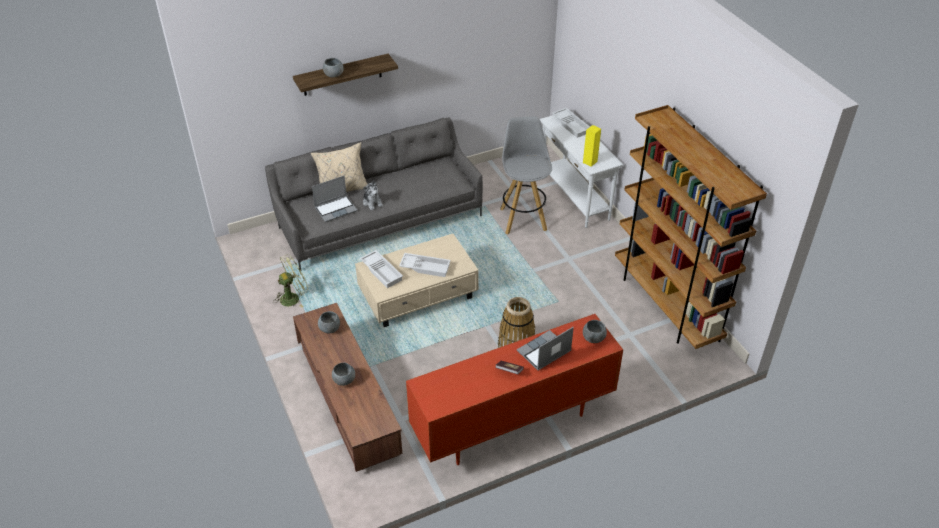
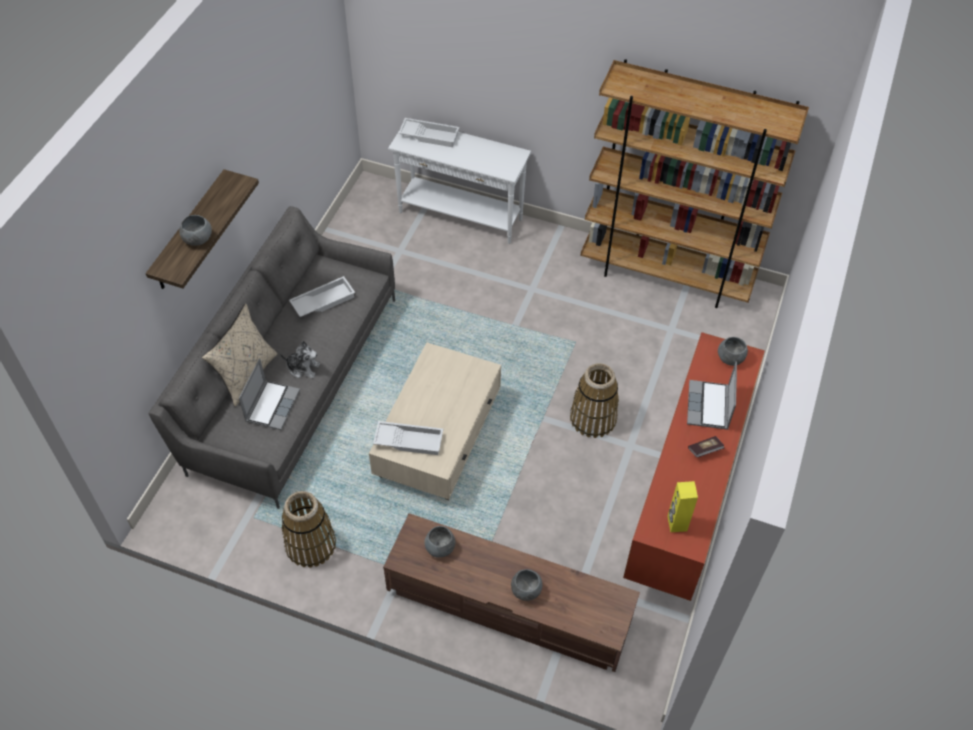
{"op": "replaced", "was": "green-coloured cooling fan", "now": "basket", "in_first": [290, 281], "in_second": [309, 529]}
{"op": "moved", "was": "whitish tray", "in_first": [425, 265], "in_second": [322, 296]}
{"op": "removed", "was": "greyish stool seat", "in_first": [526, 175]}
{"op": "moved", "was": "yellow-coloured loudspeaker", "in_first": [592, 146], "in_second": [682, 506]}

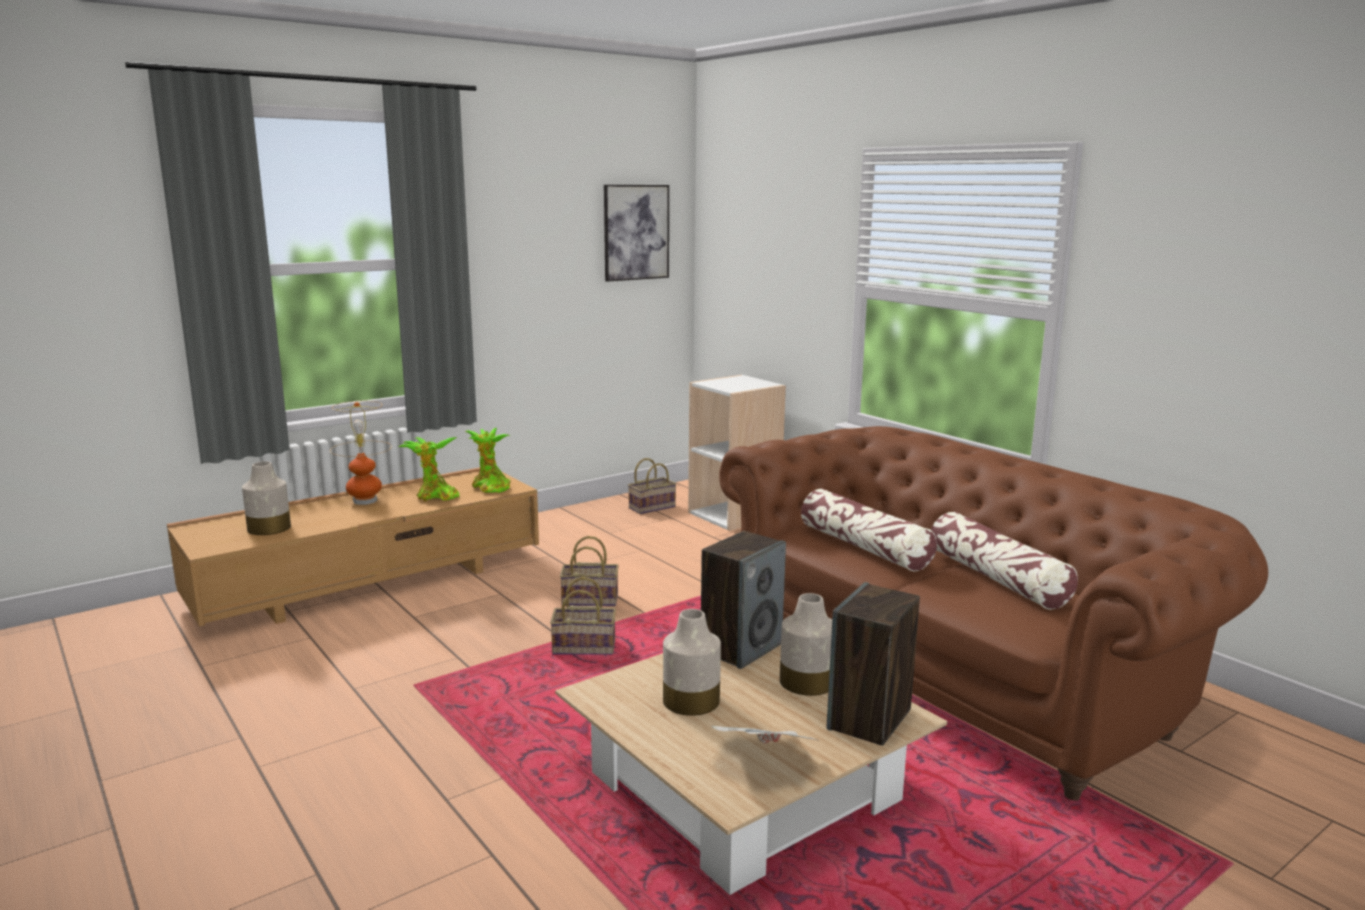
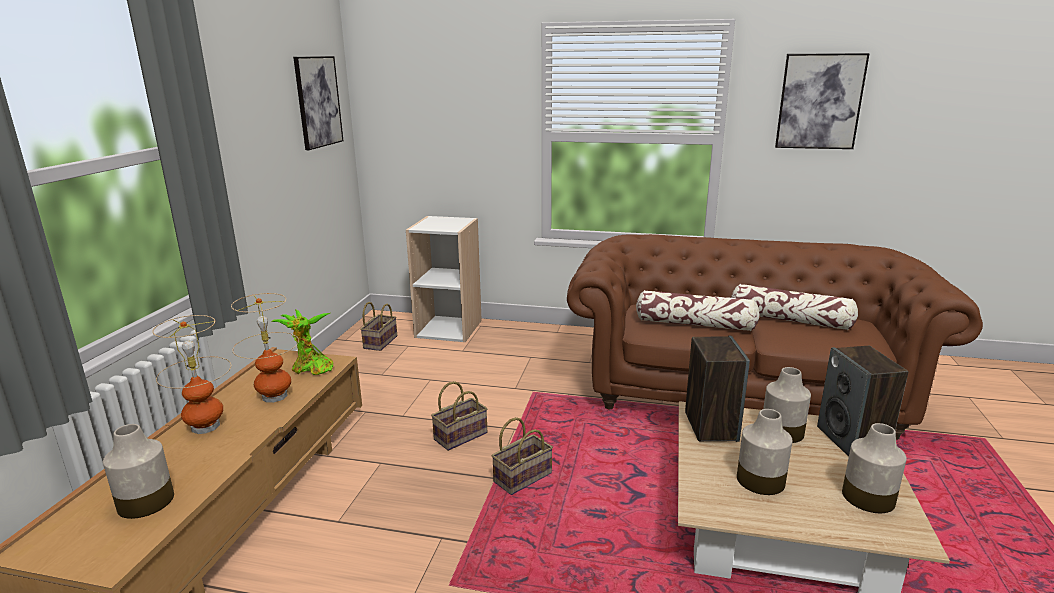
{"op": "replaced", "was": "potted plant", "now": "table lamp", "in_first": [428, 469], "in_second": [265, 348]}
{"op": "replaced", "was": "printed paper", "now": "sand-coloured decorative vase", "in_first": [765, 735], "in_second": [874, 468]}
{"op": "added", "now": "picture", "in_second": [822, 101]}

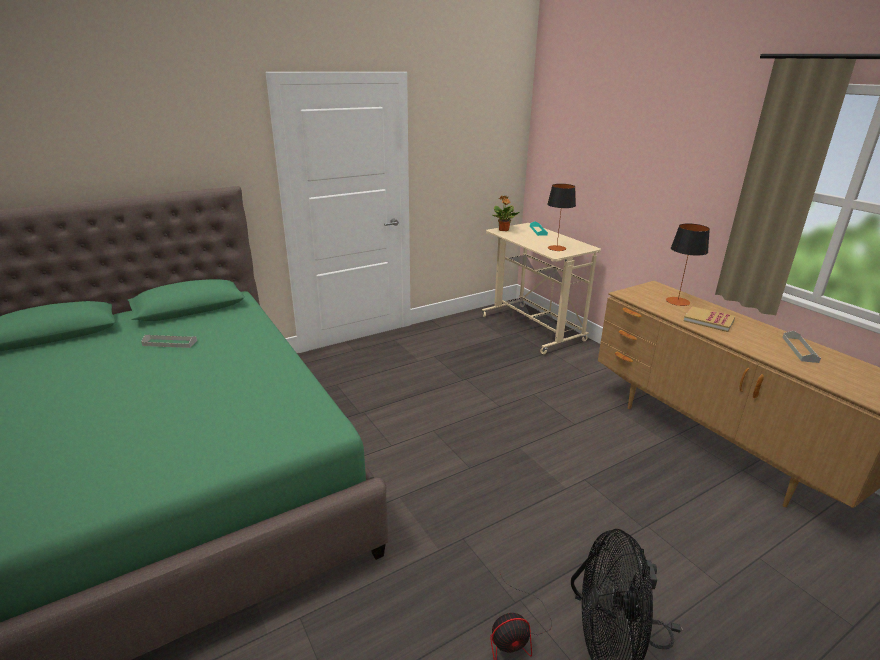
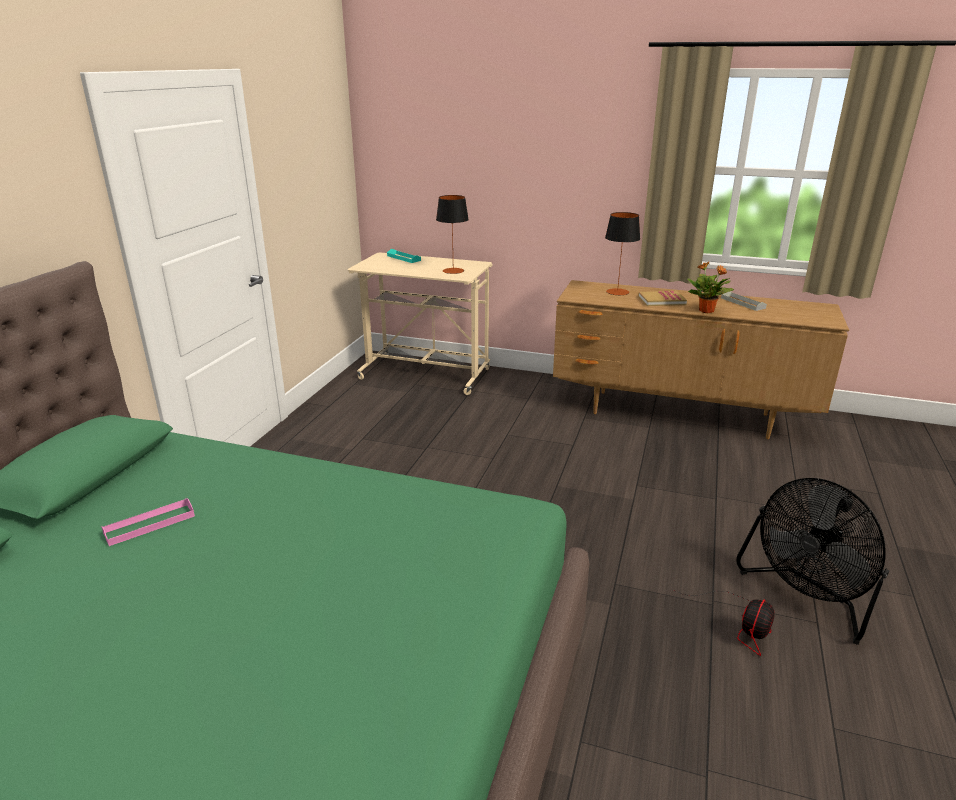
{"op": "recoloured", "was": "greyish tray", "now": "pink-coloured tray", "in_first": [169, 341], "in_second": [148, 522]}
{"op": "moved", "was": "potted plant", "in_first": [505, 213], "in_second": [711, 287]}

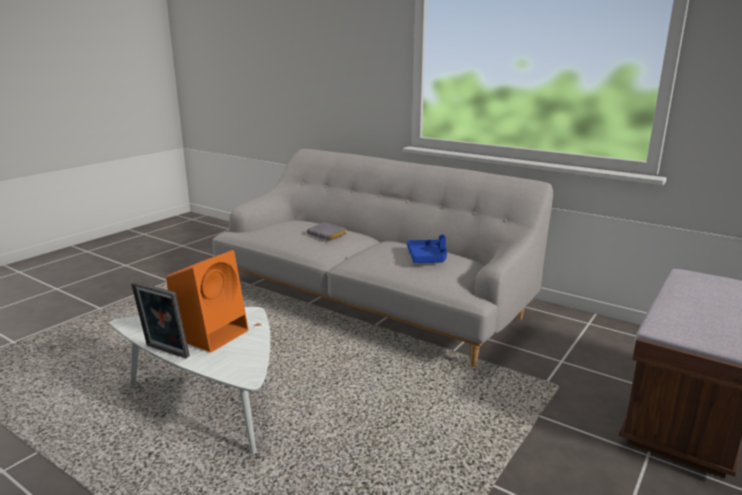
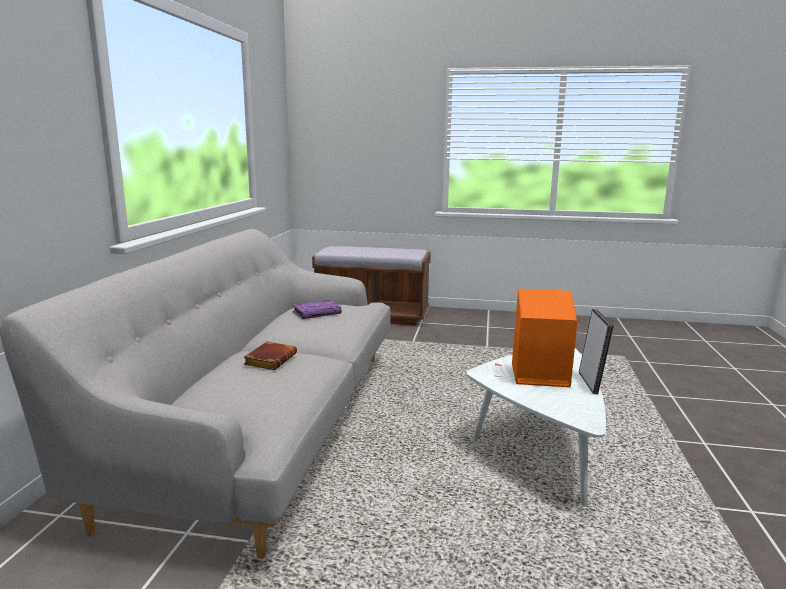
{"op": "recoloured", "was": "greyish volume", "now": "brownish volume", "in_first": [327, 231], "in_second": [270, 355]}
{"op": "replaced", "was": "blue tray", "now": "purplish volume", "in_first": [427, 249], "in_second": [317, 309]}

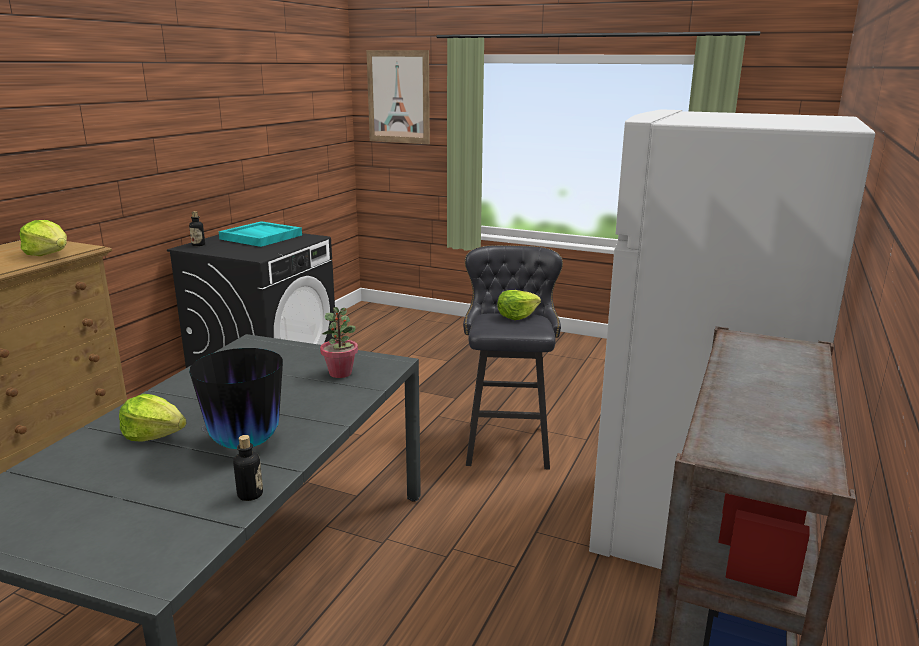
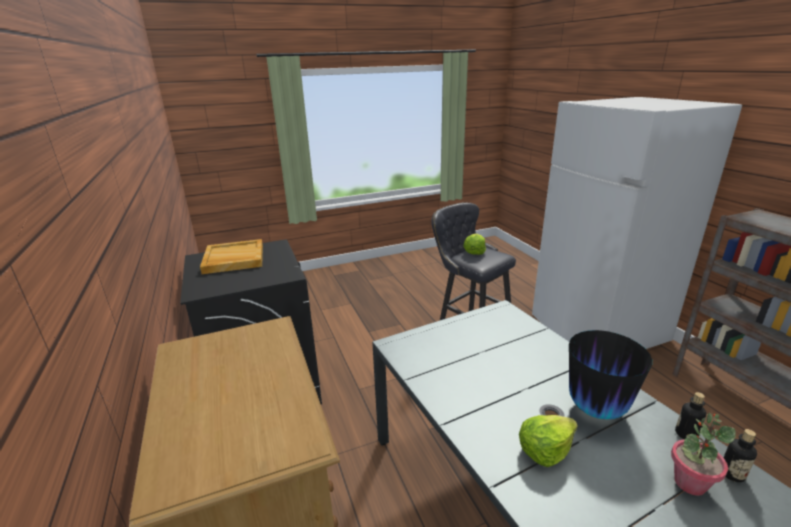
{"op": "removed", "was": "head of lettuce", "in_first": [43, 238]}
{"op": "moved", "was": "bottle", "in_first": [197, 228], "in_second": [740, 455]}
{"op": "recoloured", "was": "turquoise-coloured tray", "now": "sand-coloured tray", "in_first": [260, 234], "in_second": [231, 256]}
{"op": "moved", "was": "potted plant", "in_first": [339, 342], "in_second": [703, 454]}
{"op": "removed", "was": "picture", "in_first": [398, 97]}

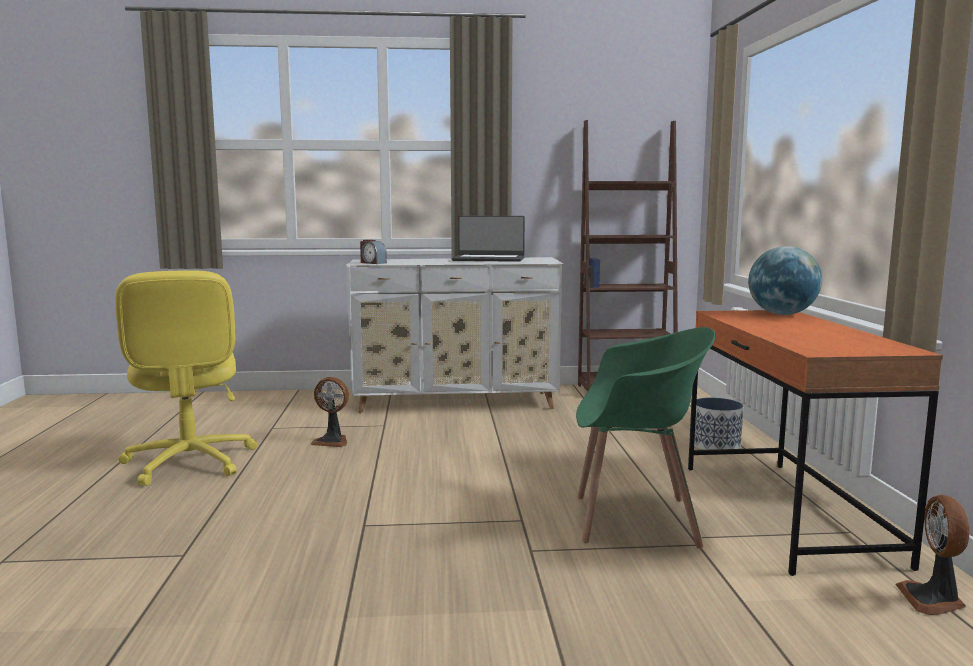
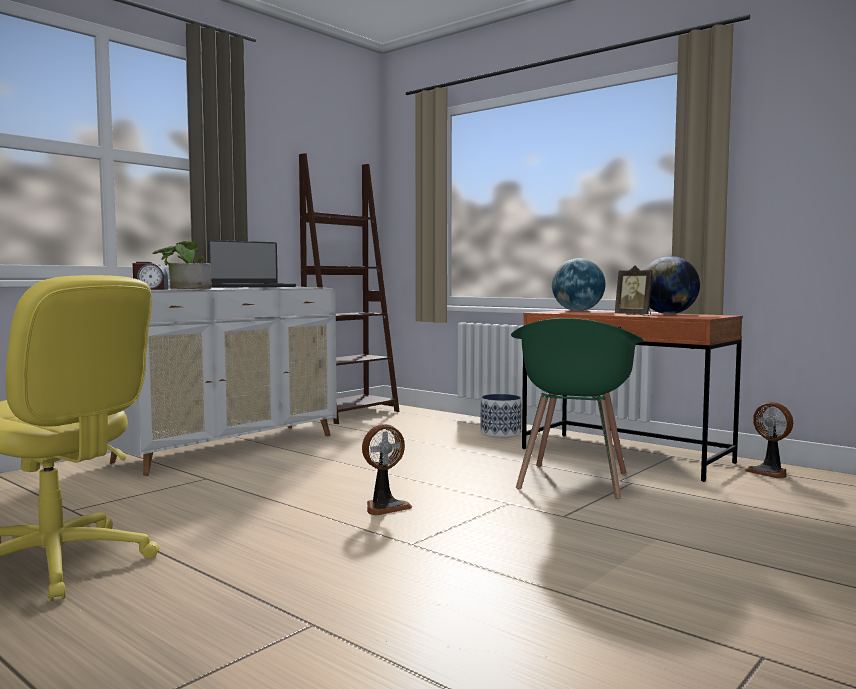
{"op": "moved", "was": "cooling fan", "in_first": [329, 412], "in_second": [387, 469]}
{"op": "turned", "was": "green-coloured chair", "in_first": [646, 438], "in_second": [577, 408], "clockwise": 150}
{"op": "added", "now": "potted plant", "in_second": [181, 265]}
{"op": "added", "now": "standing frame", "in_second": [633, 291]}
{"op": "added", "now": "desk globe", "in_second": [672, 285]}

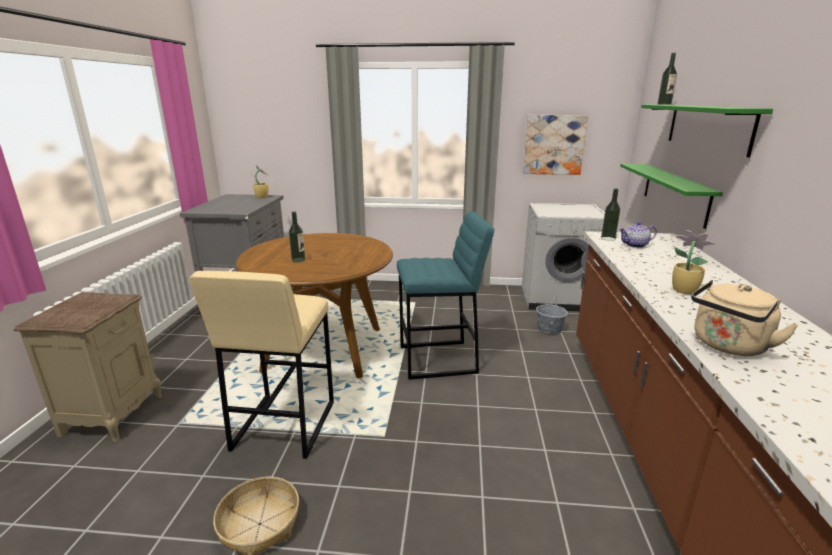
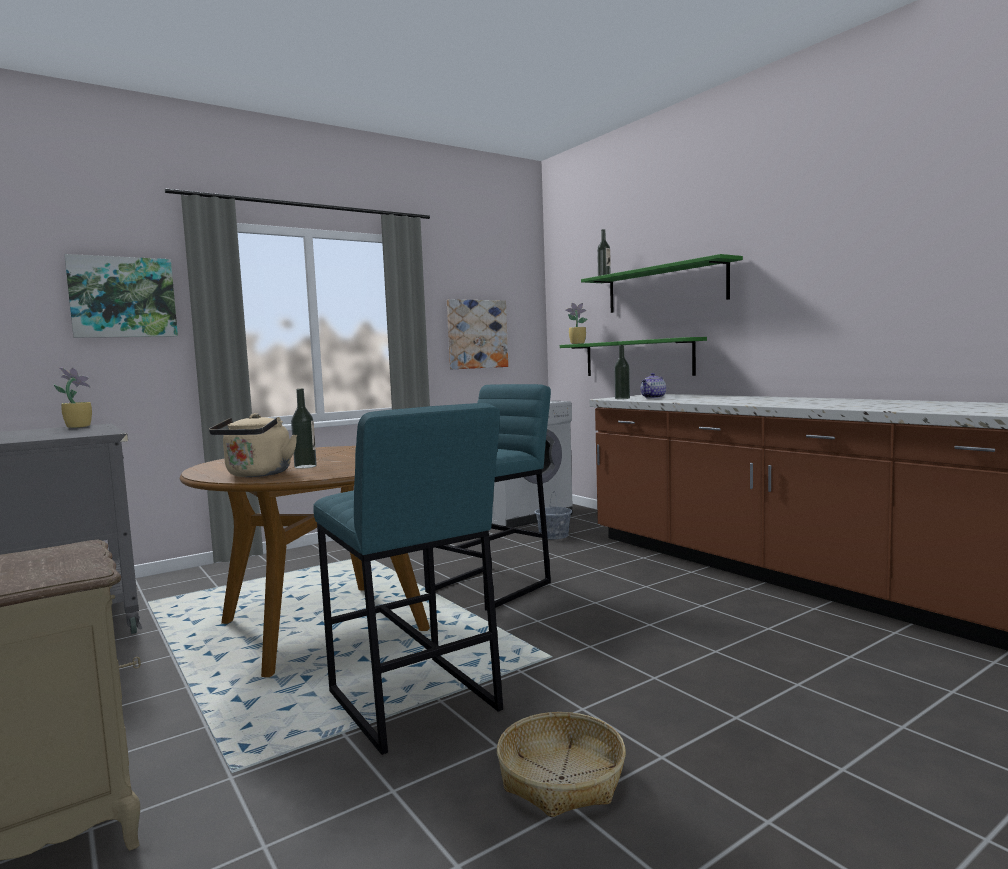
{"op": "recoloured", "was": "sand-coloured stool seat", "now": "turquoise-coloured stool seat", "in_first": [261, 365], "in_second": [408, 579]}
{"op": "moved", "was": "potted plant", "in_first": [693, 262], "in_second": [576, 323]}
{"op": "moved", "was": "sand-coloured tea kettle", "in_first": [745, 318], "in_second": [253, 445]}
{"op": "added", "now": "picture", "in_second": [121, 296]}

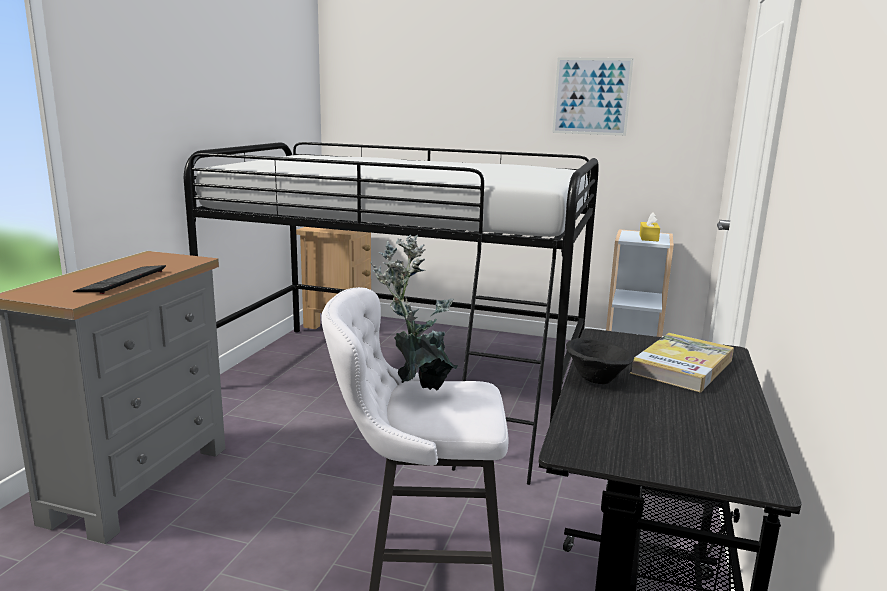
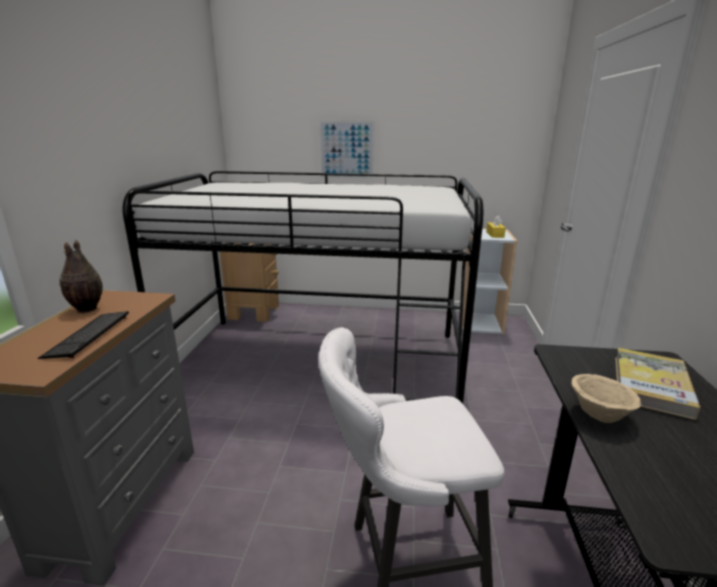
{"op": "removed", "was": "potted plant", "in_first": [414, 313]}
{"op": "moved", "was": "picture", "in_first": [593, 96], "in_second": [347, 150]}
{"op": "recoloured", "was": "blackish deep dish", "now": "sand-coloured deep dish", "in_first": [600, 361], "in_second": [606, 398]}
{"op": "added", "now": "decorative vase", "in_second": [81, 276]}

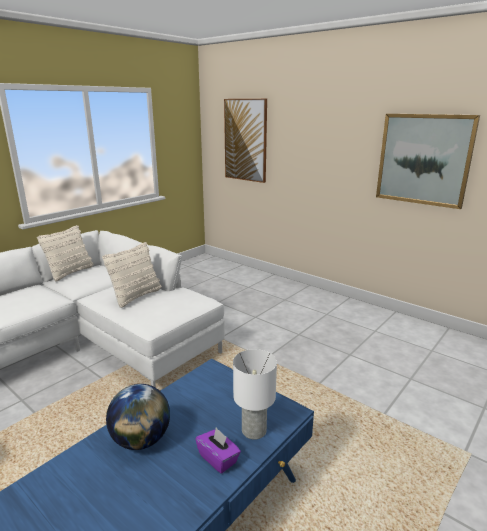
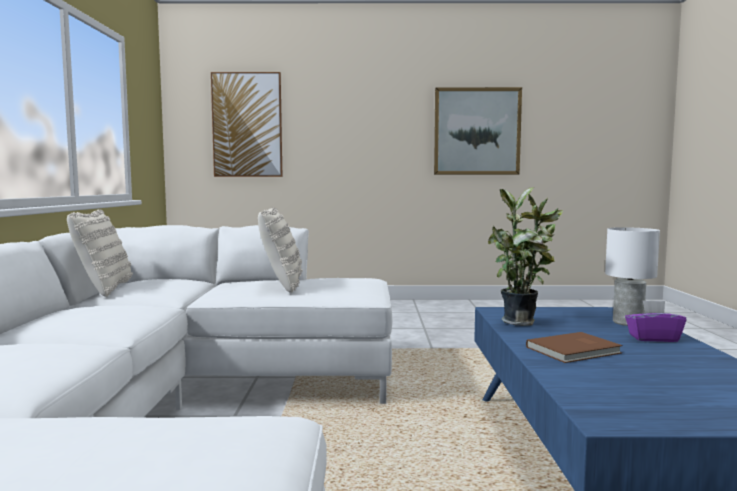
{"op": "replaced", "was": "desk globe", "now": "brownish volume", "in_first": [138, 417], "in_second": [574, 347]}
{"op": "added", "now": "potted plant", "in_second": [525, 256]}

